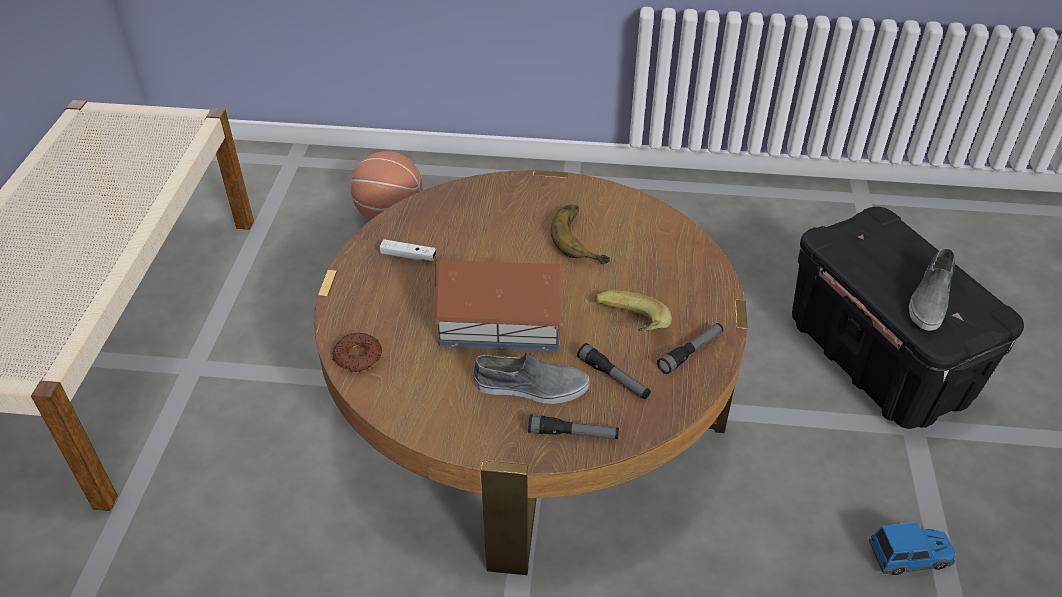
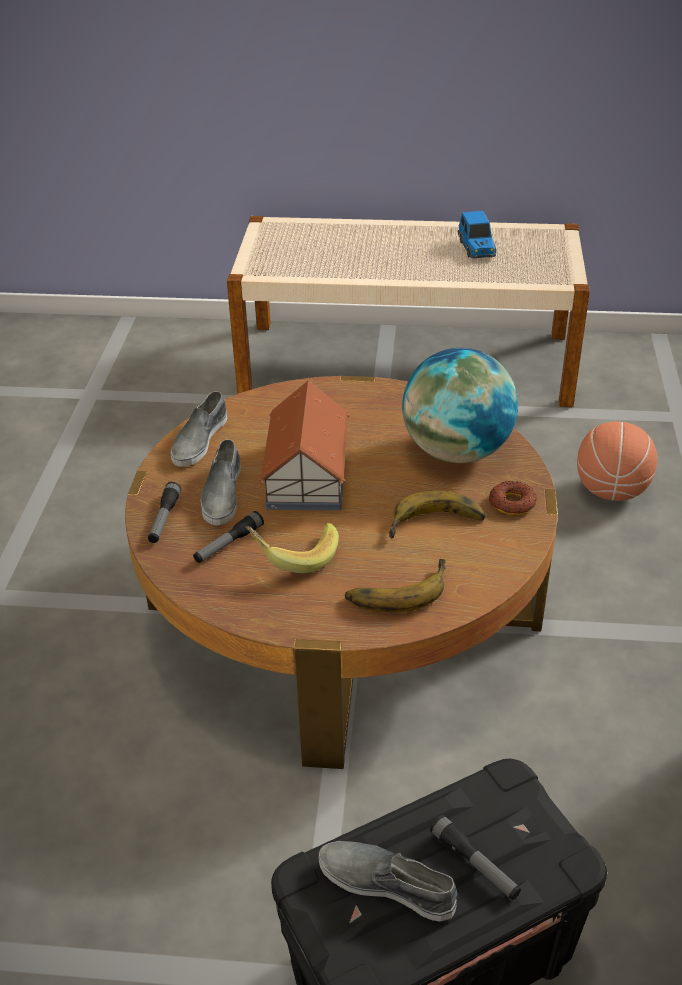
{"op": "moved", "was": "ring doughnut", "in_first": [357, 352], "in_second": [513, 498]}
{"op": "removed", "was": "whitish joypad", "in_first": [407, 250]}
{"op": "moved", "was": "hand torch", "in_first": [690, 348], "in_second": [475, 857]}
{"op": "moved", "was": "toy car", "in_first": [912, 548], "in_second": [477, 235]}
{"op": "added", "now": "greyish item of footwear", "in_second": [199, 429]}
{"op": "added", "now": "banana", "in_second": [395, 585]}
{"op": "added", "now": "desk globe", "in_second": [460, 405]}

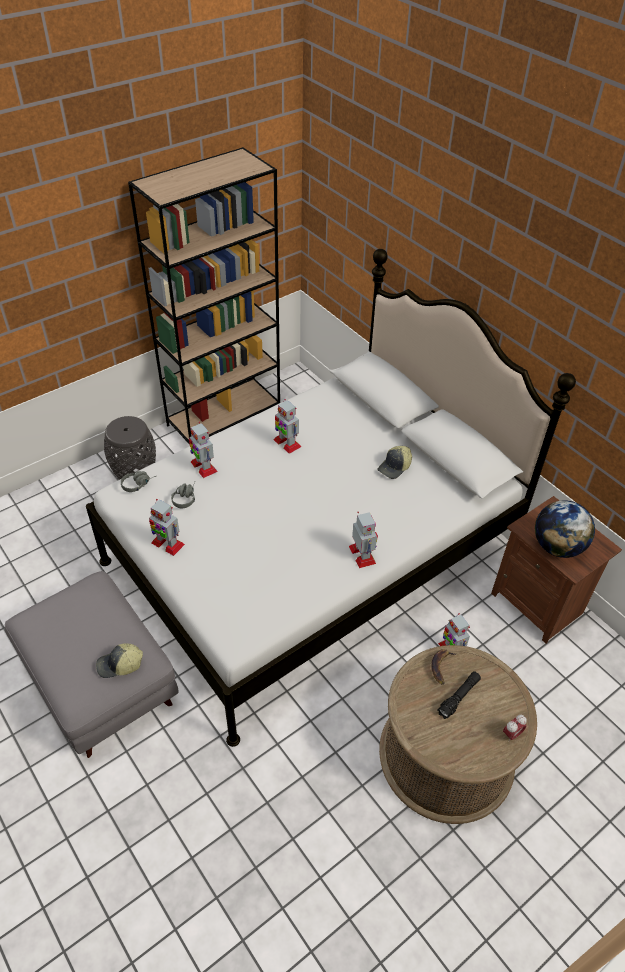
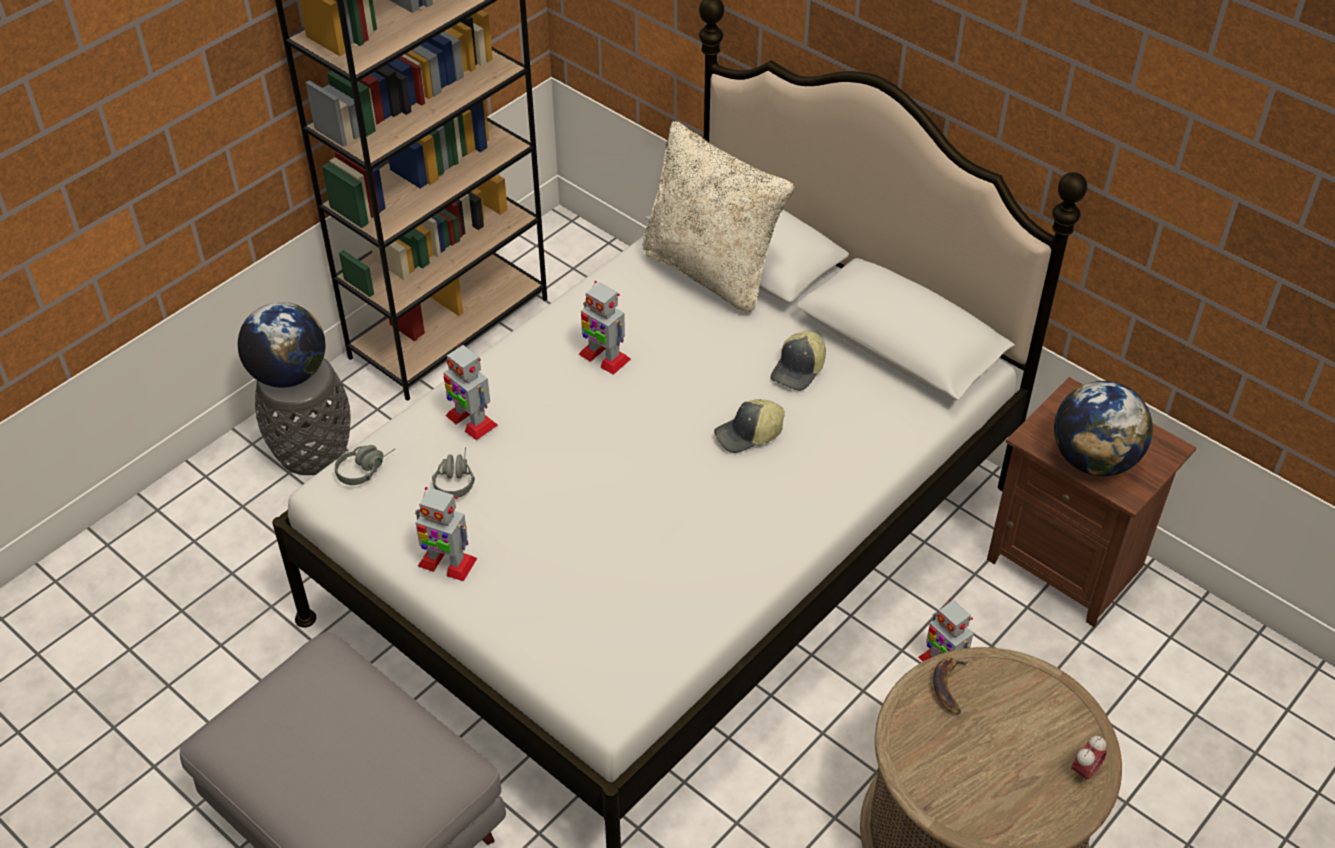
{"op": "moved", "was": "peaked cap", "in_first": [119, 661], "in_second": [749, 426]}
{"op": "removed", "was": "model robot", "in_first": [363, 540]}
{"op": "removed", "was": "blackish hand torch", "in_first": [459, 695]}
{"op": "added", "now": "desk globe", "in_second": [281, 345]}
{"op": "added", "now": "sand-coloured cushion", "in_second": [718, 216]}

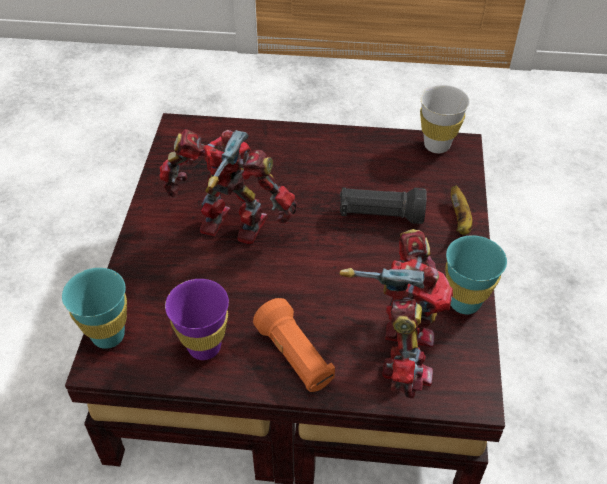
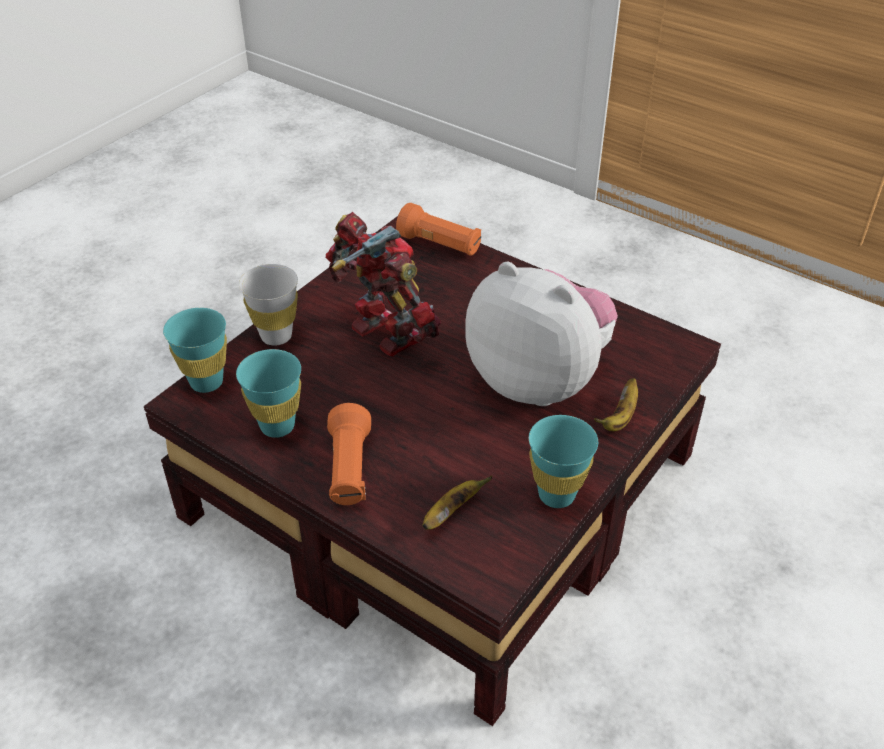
{"op": "recoloured", "was": "purplish drinking cup", "now": "turquoise-coloured drinking cup", "in_first": [197, 319], "in_second": [268, 393]}
{"op": "replaced", "was": "model robot", "now": "banana", "in_first": [396, 313], "in_second": [457, 503]}
{"op": "replaced", "was": "blackish hand torch", "now": "soft toy", "in_first": [383, 205], "in_second": [541, 334]}
{"op": "moved", "was": "whitish drinking cup", "in_first": [445, 119], "in_second": [268, 305]}
{"op": "added", "now": "orange-coloured hand torch", "in_second": [438, 229]}

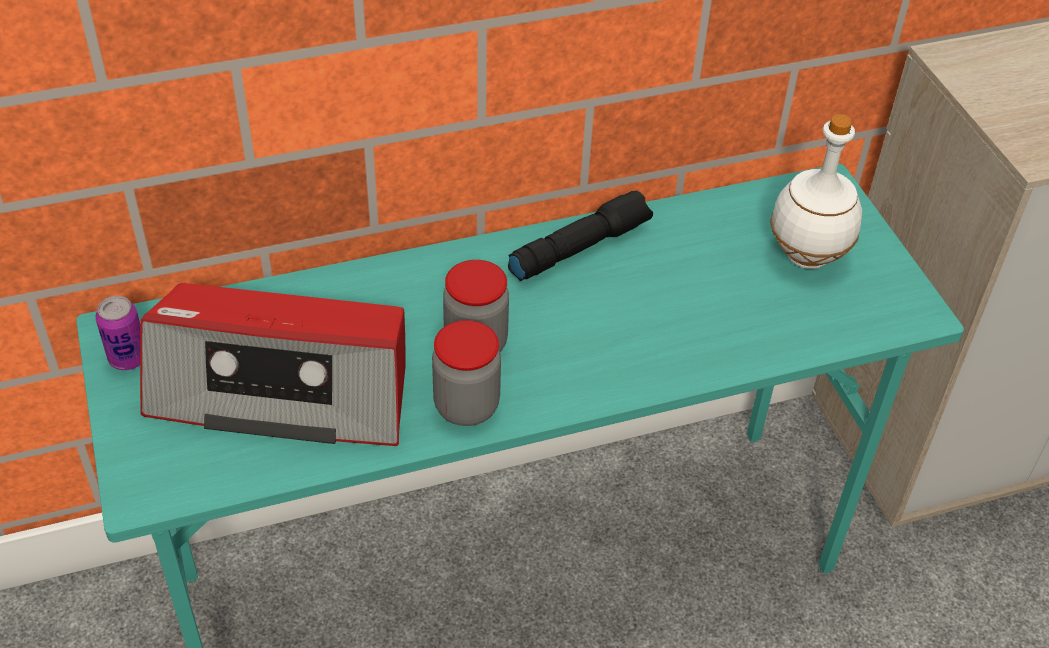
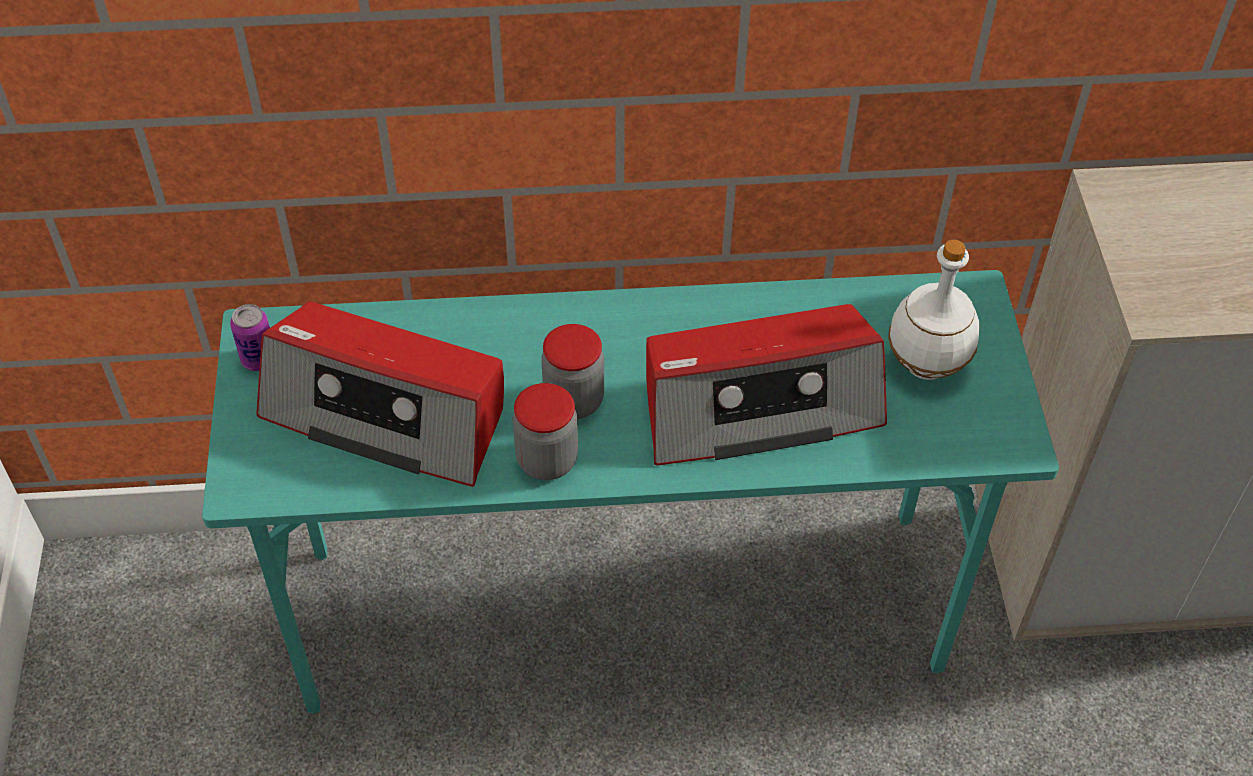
{"op": "removed", "was": "blackish hand torch", "in_first": [580, 236]}
{"op": "added", "now": "radio receiver", "in_second": [766, 385]}

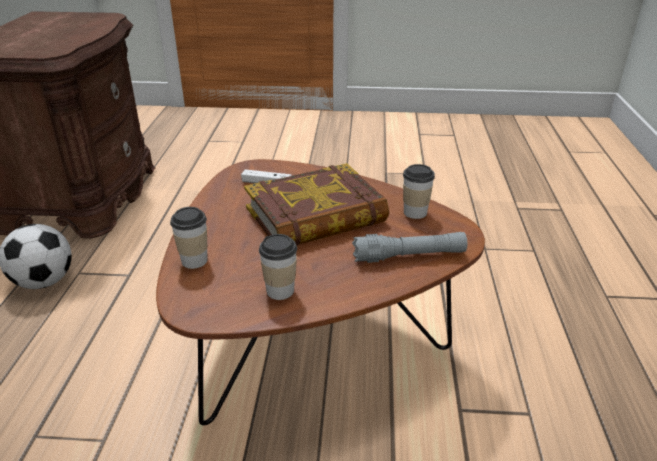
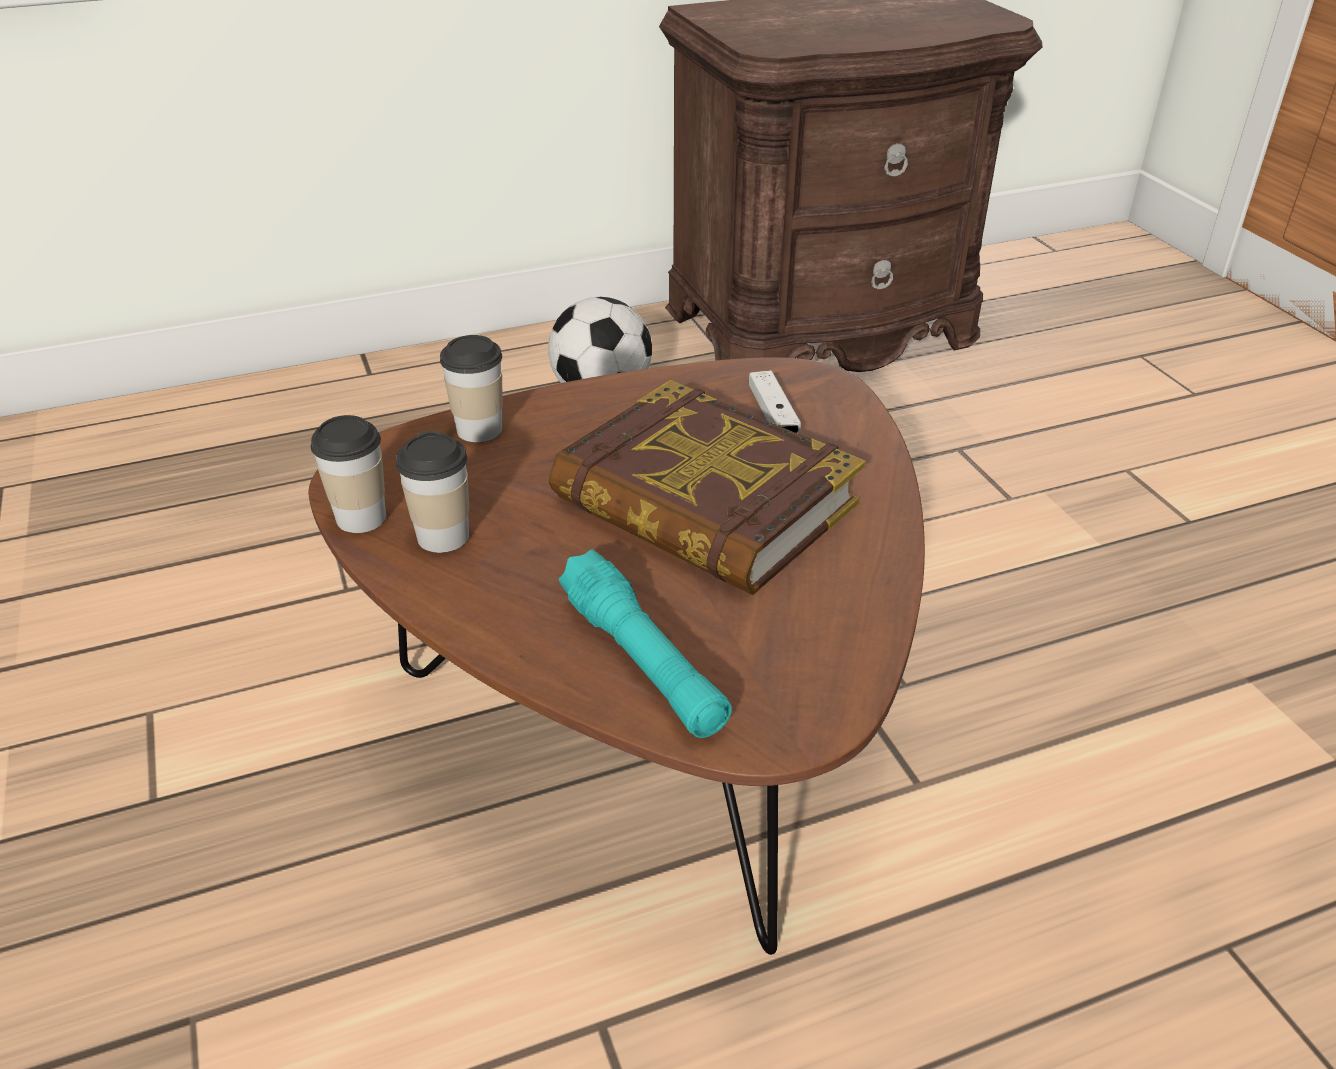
{"op": "recoloured", "was": "greyish hand torch", "now": "turquoise-coloured hand torch", "in_first": [409, 247], "in_second": [645, 643]}
{"op": "moved", "was": "drinking cup", "in_first": [419, 191], "in_second": [348, 474]}

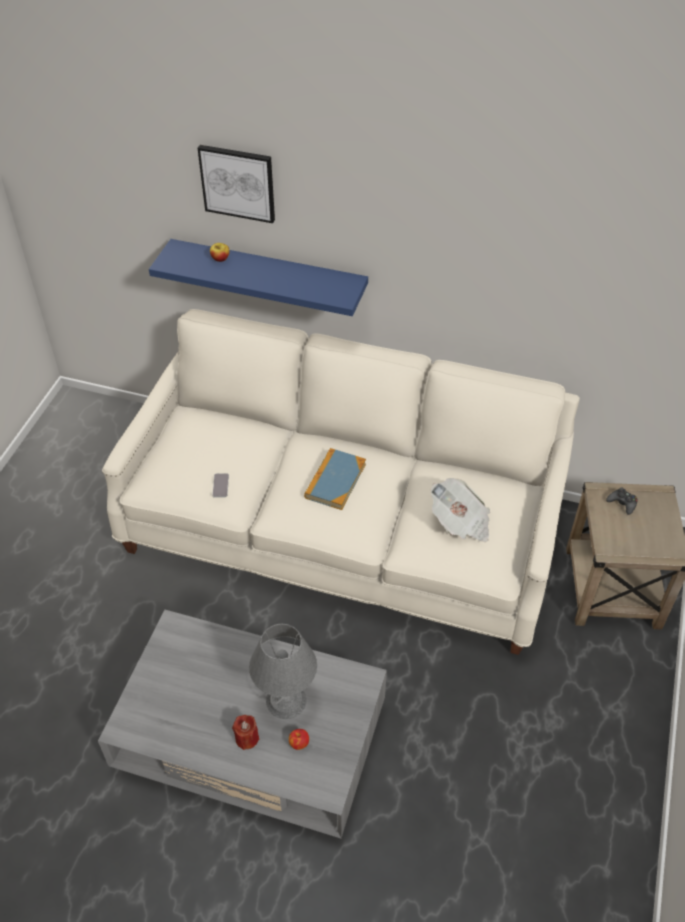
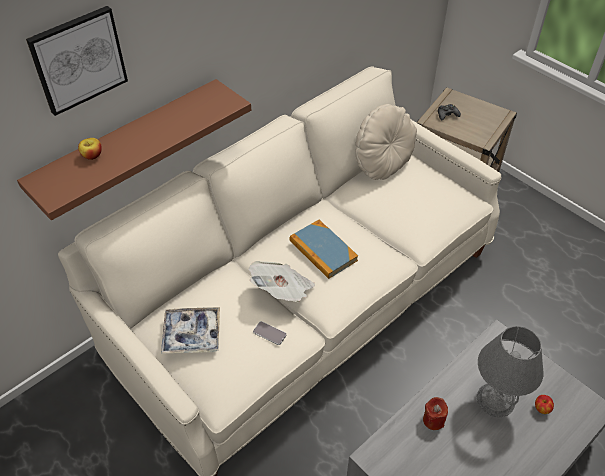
{"op": "recoloured", "was": "blue shelf", "now": "brownish shelf", "in_first": [258, 277], "in_second": [134, 150]}
{"op": "moved", "was": "red-coloured wax light", "in_first": [246, 732], "in_second": [435, 413]}
{"op": "moved", "was": "printed paper", "in_first": [460, 510], "in_second": [281, 281]}
{"op": "added", "now": "tray", "in_second": [190, 330]}
{"op": "added", "now": "sand-coloured cushion", "in_second": [386, 142]}

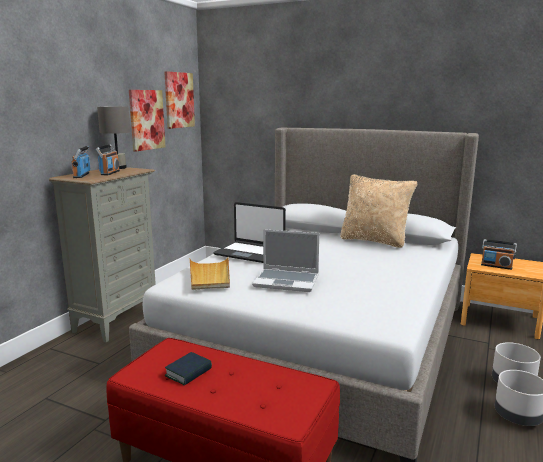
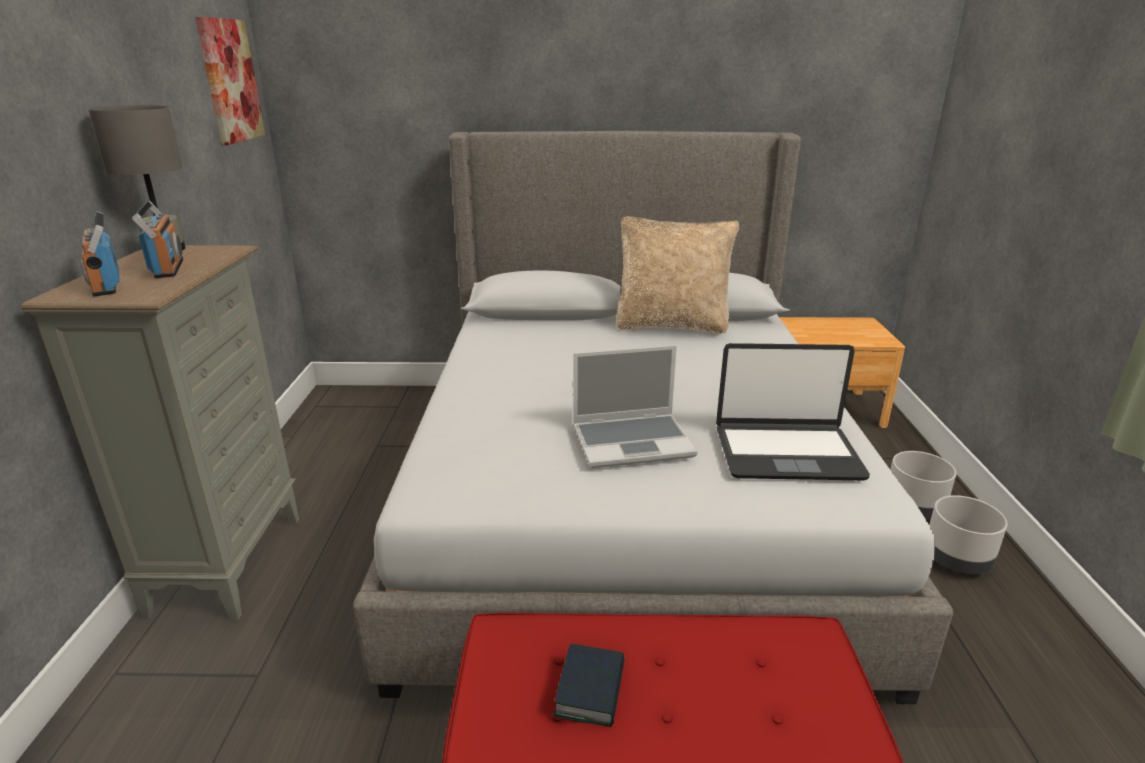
{"op": "removed", "was": "picture", "in_first": [147, 121]}
{"op": "removed", "was": "sand-coloured tray", "in_first": [210, 273]}
{"op": "moved", "was": "laptop", "in_first": [249, 232], "in_second": [793, 411]}
{"op": "removed", "was": "radio receiver", "in_first": [499, 254]}

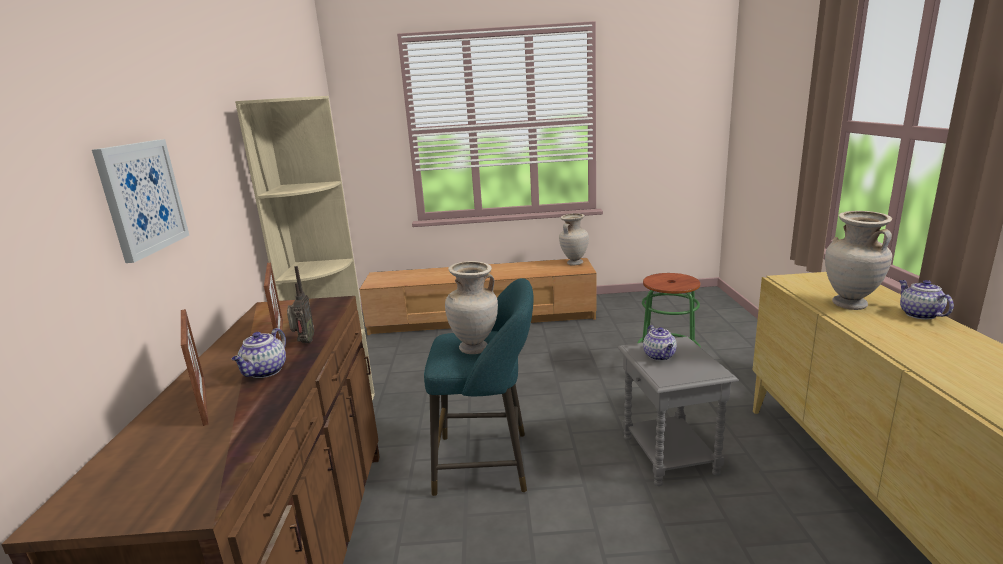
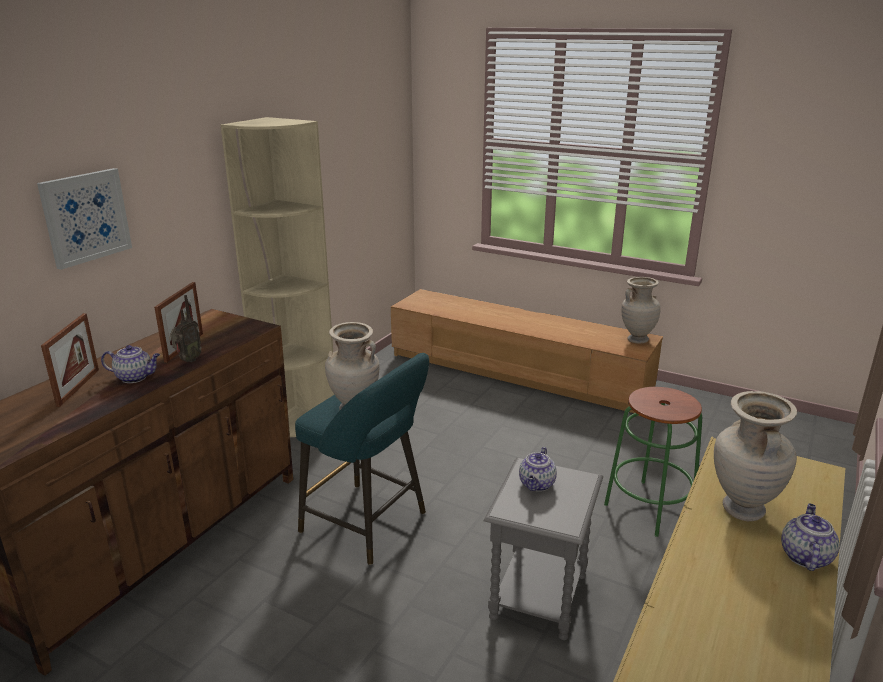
{"op": "turned", "was": "tea pot", "in_first": [259, 353], "in_second": [130, 364], "clockwise": -135}

